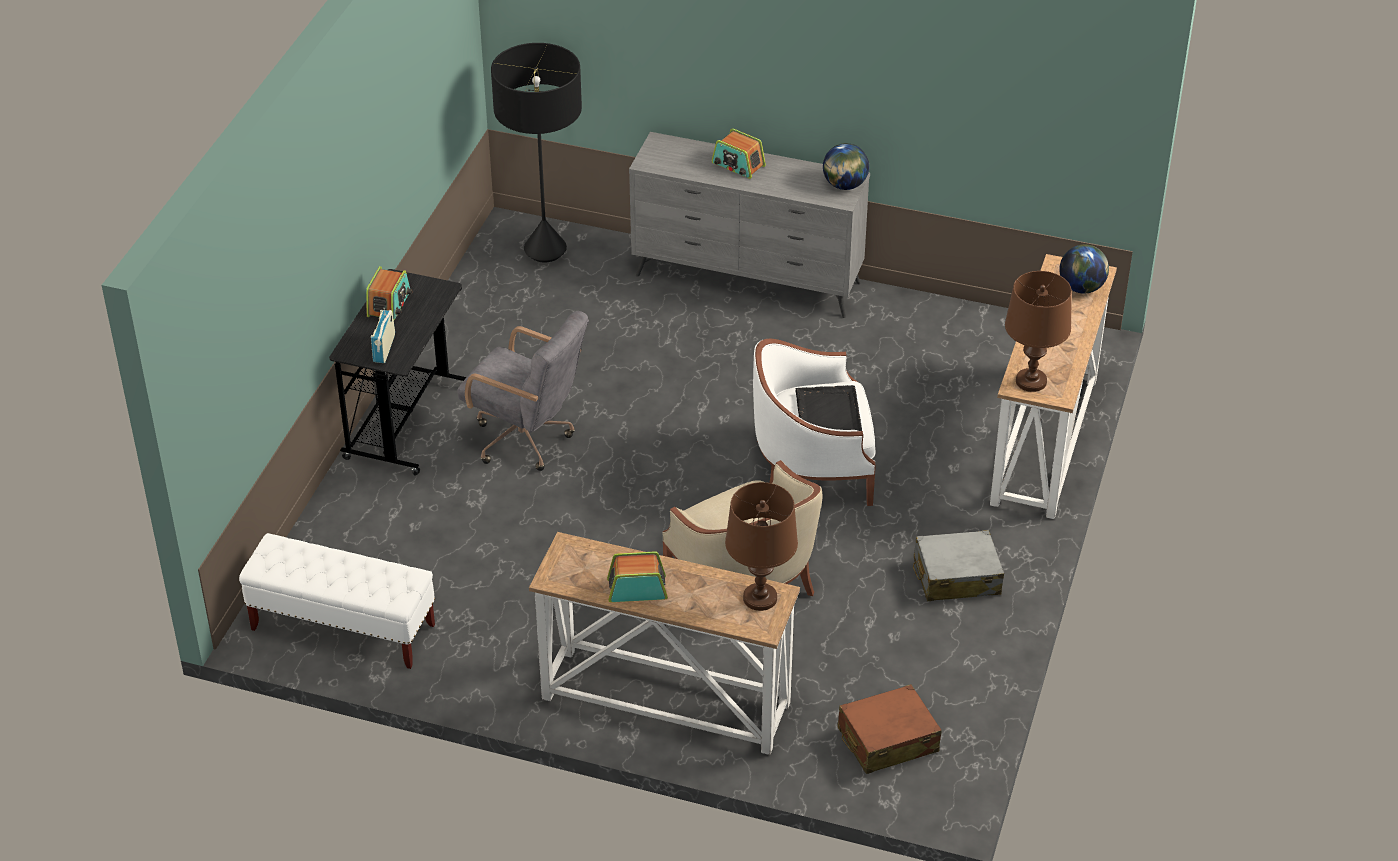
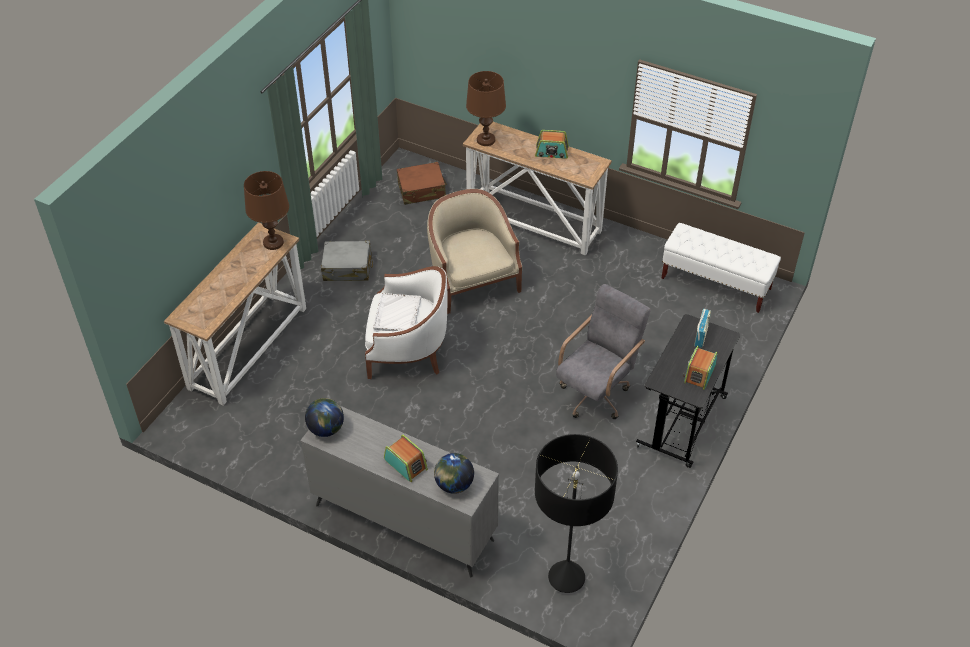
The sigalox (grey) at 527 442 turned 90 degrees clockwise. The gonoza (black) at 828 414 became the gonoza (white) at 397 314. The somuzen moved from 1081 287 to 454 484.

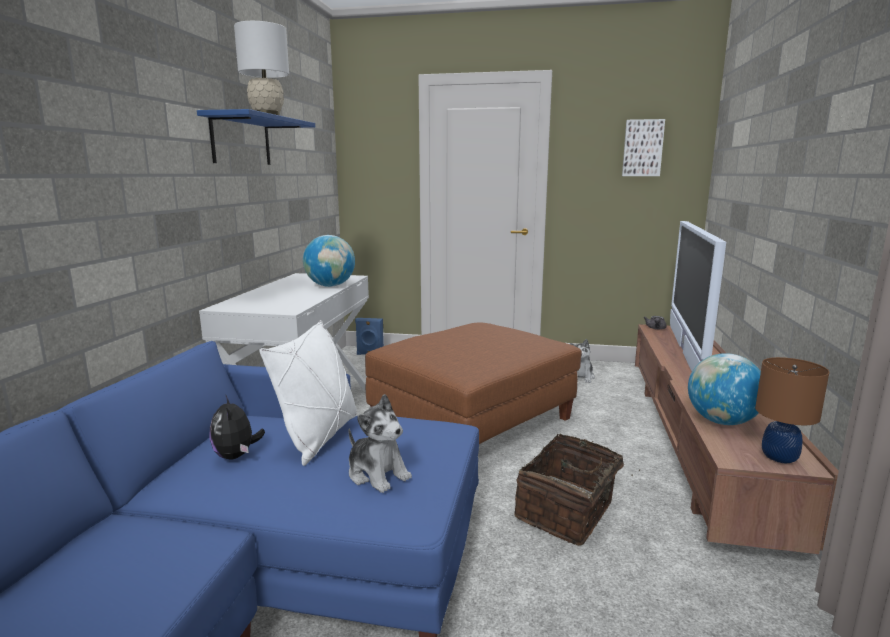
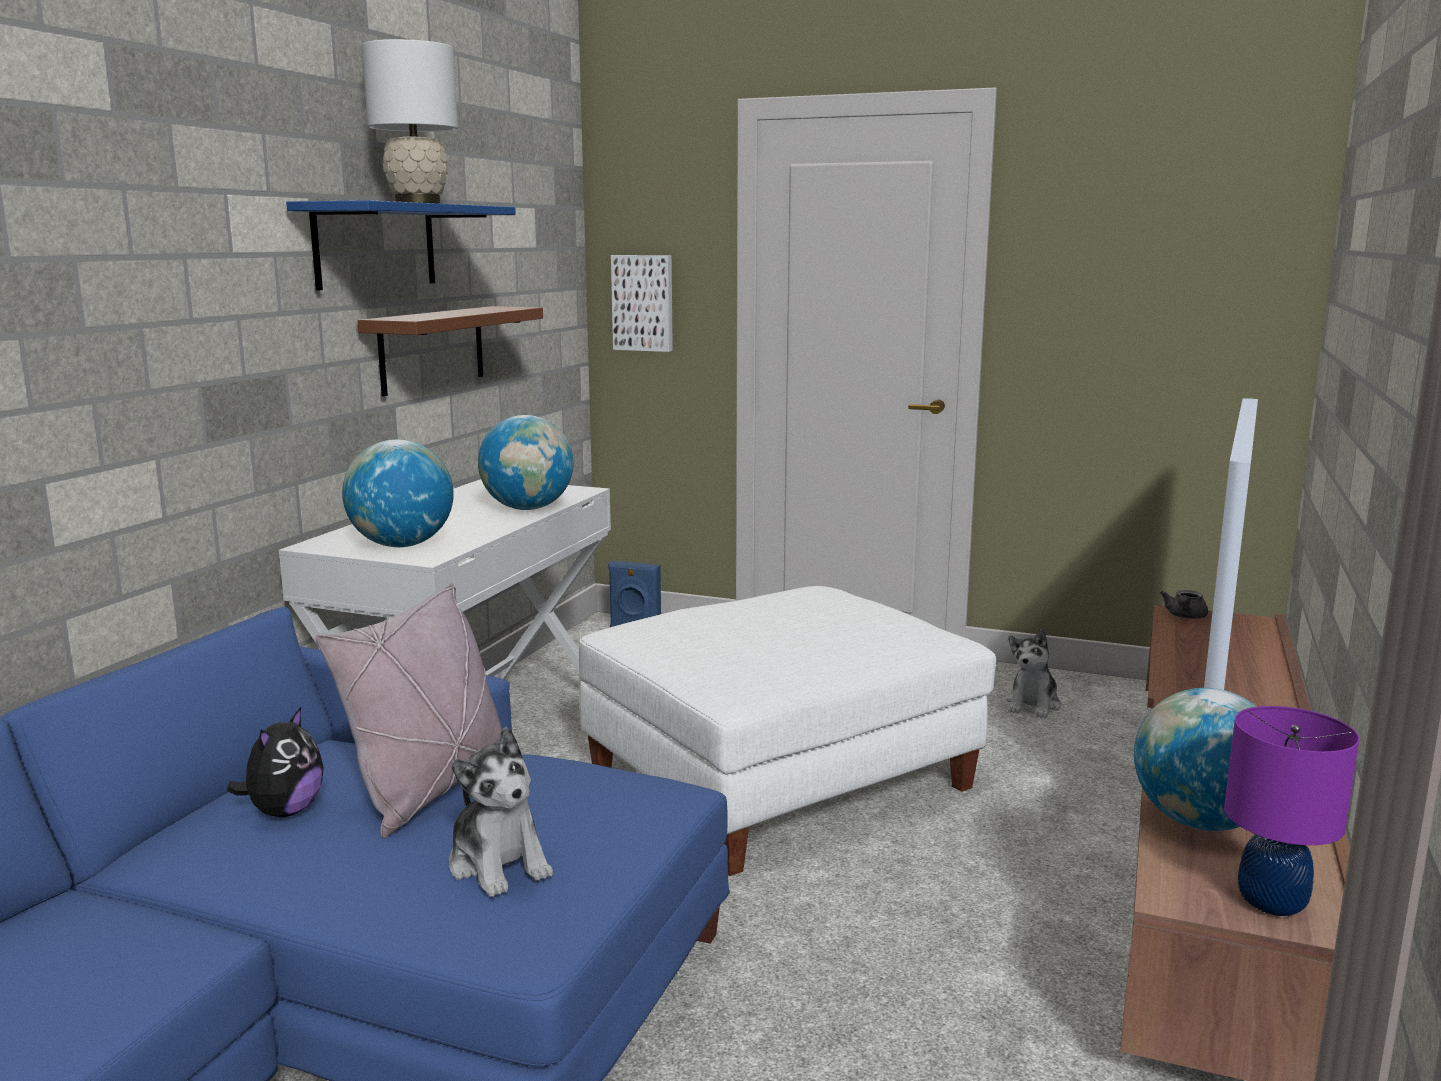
The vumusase at 236 456 turned 150 degrees counterclockwise. The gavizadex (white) at 319 437 became the gavizadex (purple) at 431 789. The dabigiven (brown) at 473 420 became the dabigiven (white) at 781 777. The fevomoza at 568 512 disappeared. The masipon moved from 642 148 to 643 303. The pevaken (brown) at 781 459 became the pevaken (purple) at 1275 906. The somuzen at 402 545 appeared. The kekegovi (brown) at 432 349 appeared.

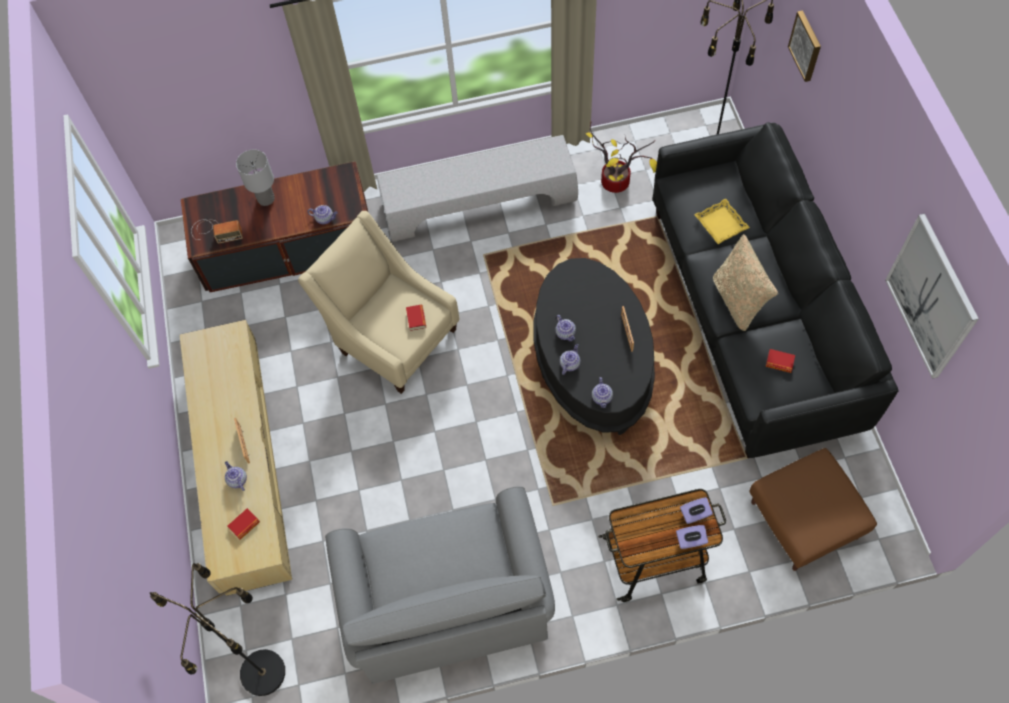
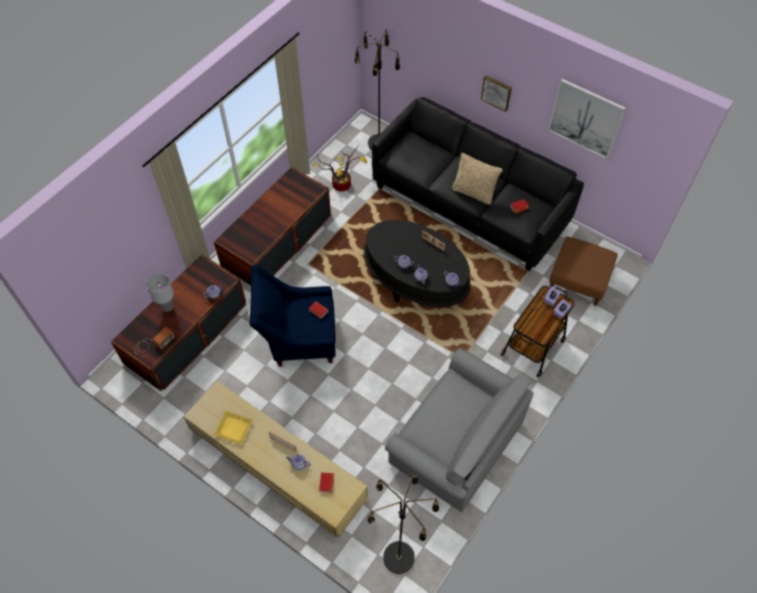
The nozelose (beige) at 392 336 became the nozelose (blue) at 298 338. The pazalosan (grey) at 478 201 was replaced by the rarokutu at 278 239. The gonoza (yellow) moved from 720 224 to 233 429. The masipon moved from 806 45 to 496 92.

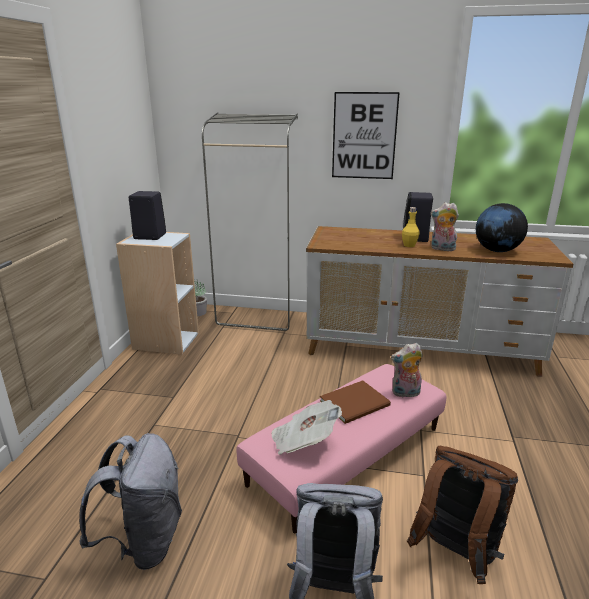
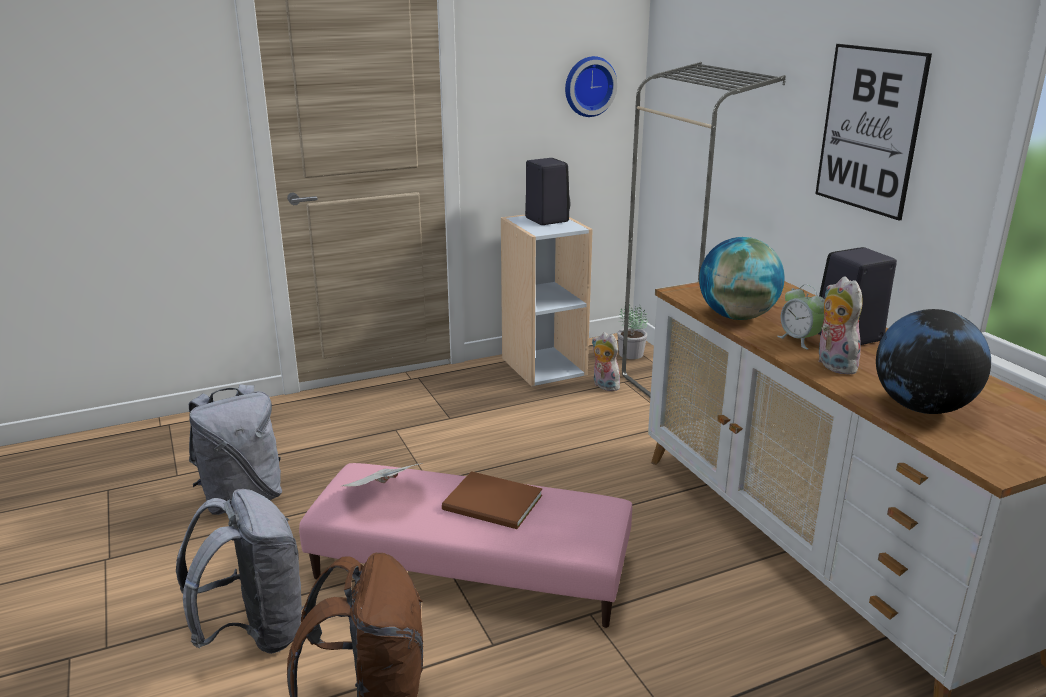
The vumusase moved from 405 393 to 604 386. The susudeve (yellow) at 409 245 was replaced by the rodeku at 799 340. The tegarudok at 588 86 appeared. The somuzen at 737 316 appeared.

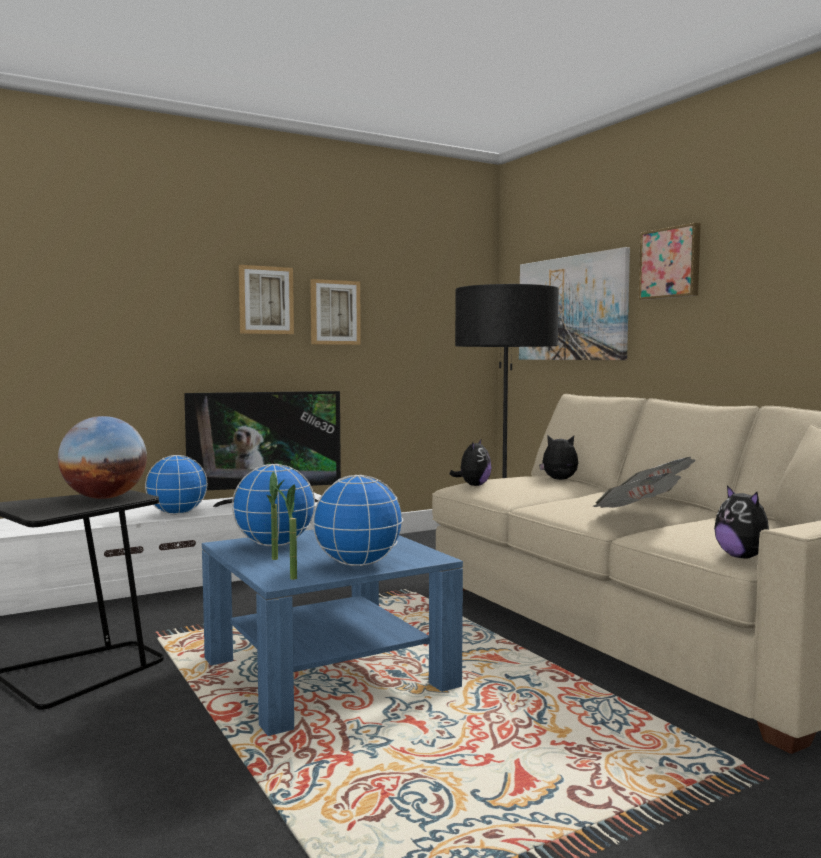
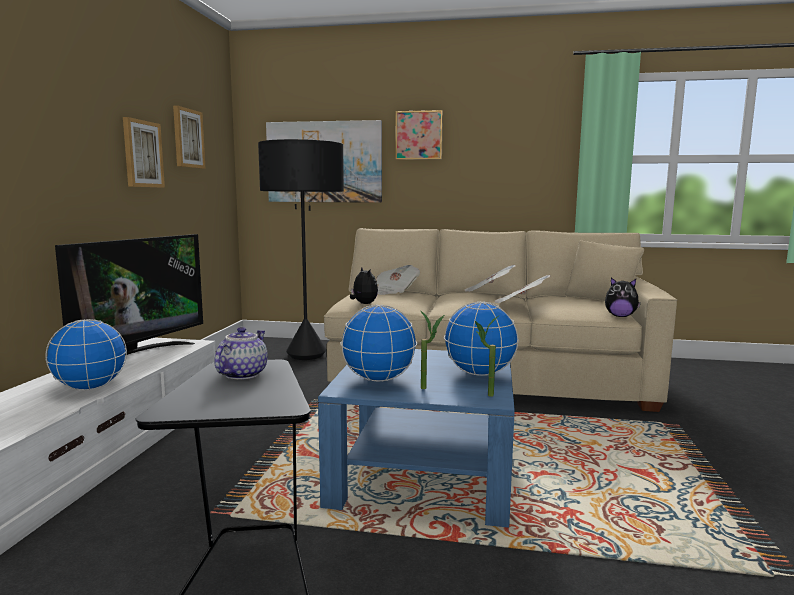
The somuzen at 104 498 was replaced by the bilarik at 242 374. The masipon moved from 265 300 to 188 138. The vumusase at 559 480 was replaced by the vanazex at 395 291.

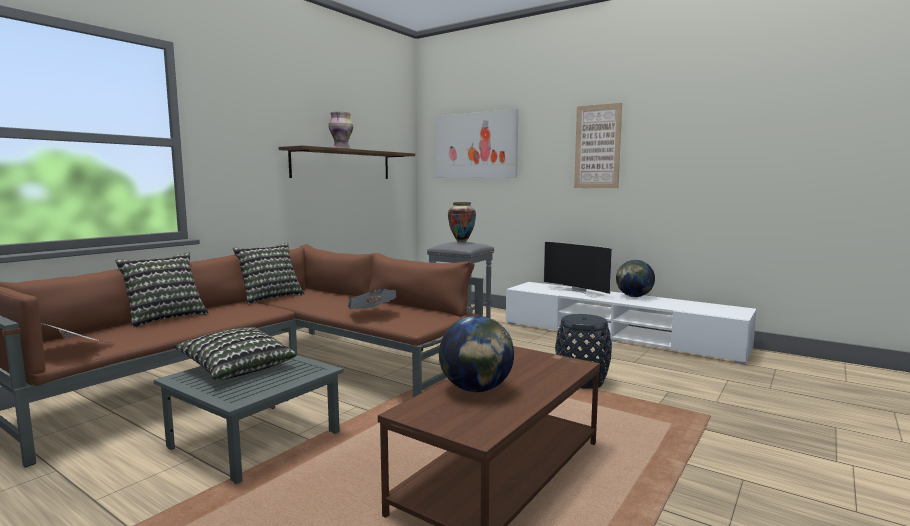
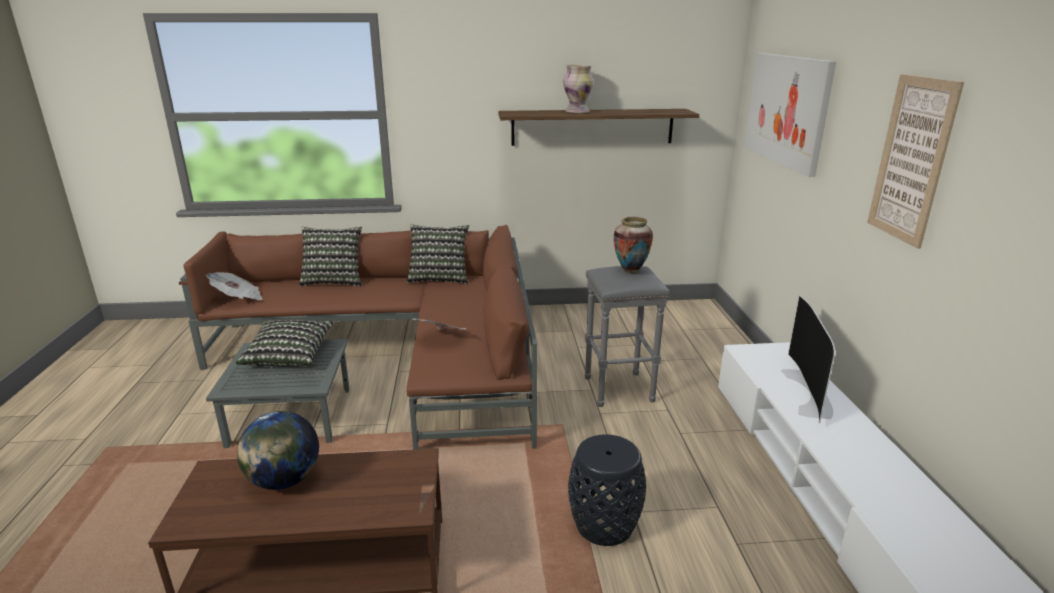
The somuzen at 634 296 disappeared.

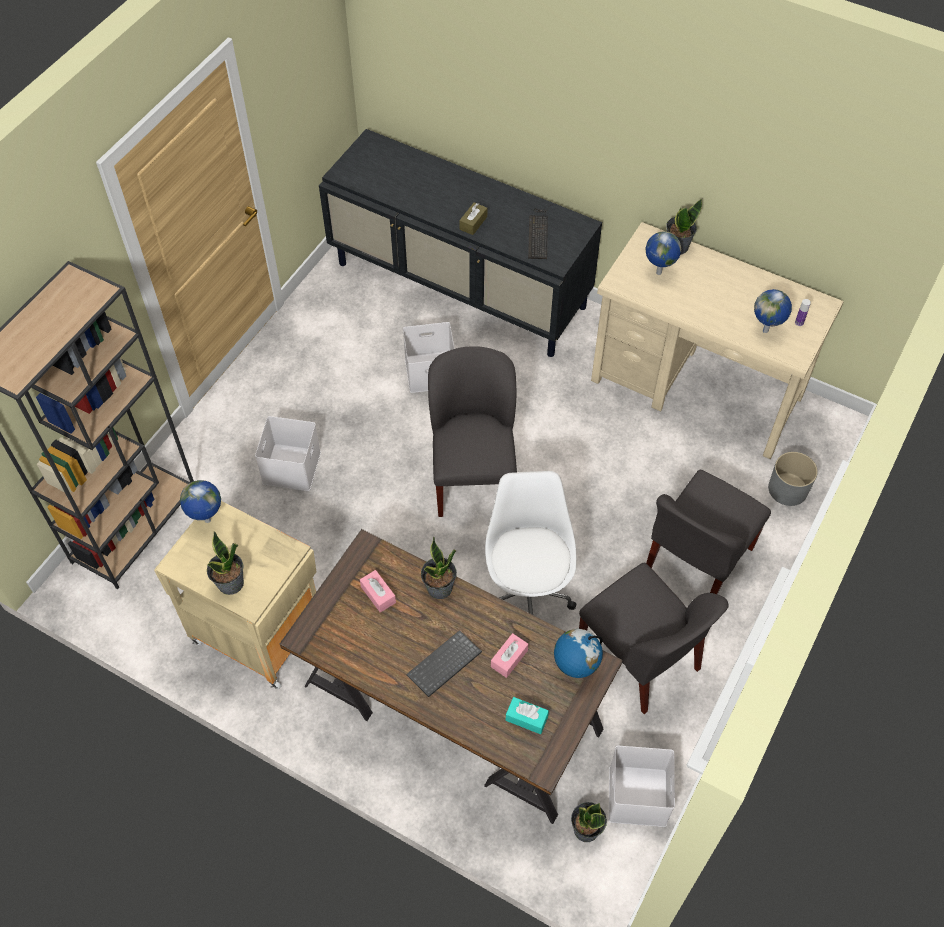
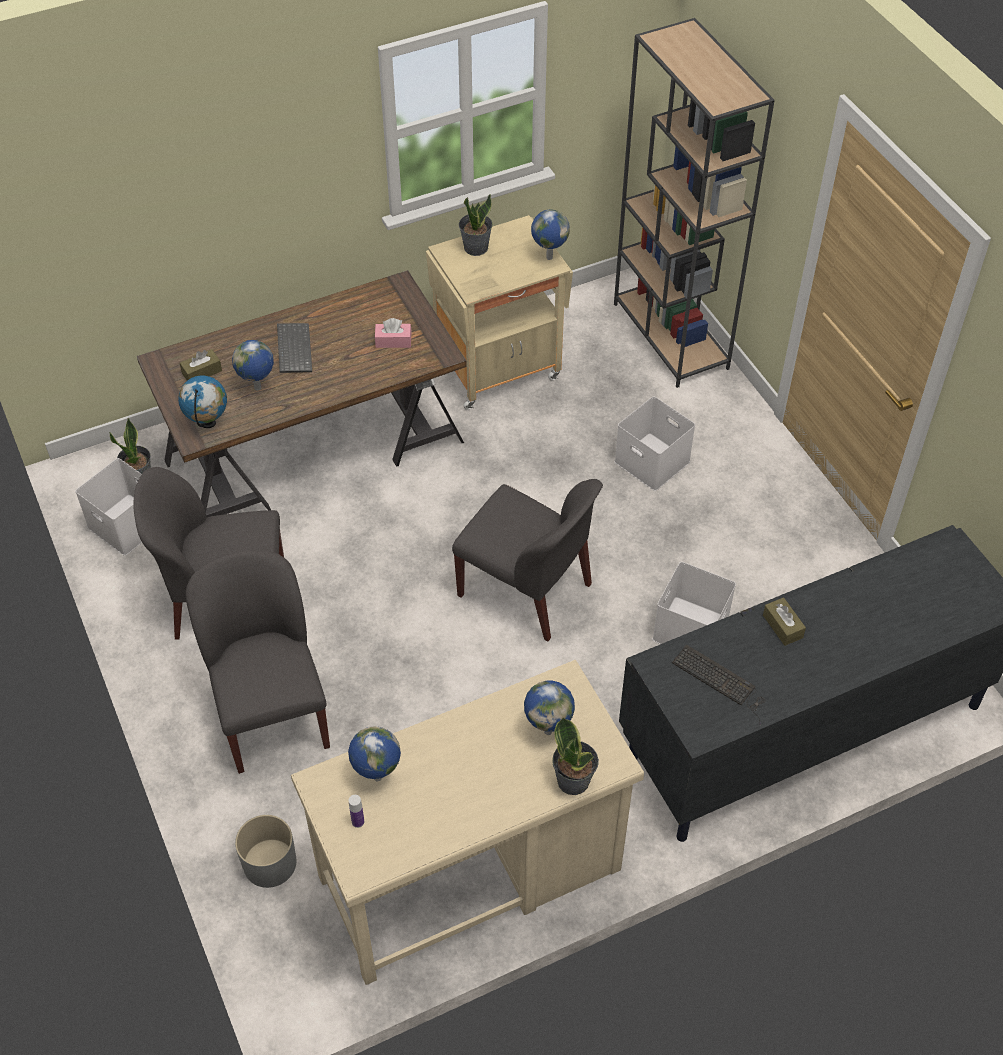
The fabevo at 439 588 disappeared. The sigalox (white) at 527 596 disappeared. The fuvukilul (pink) at 509 658 was replaced by the somuzen at 258 388. The fuvukilul (turquoise) at 526 718 became the fuvukilul (brown) at 202 372.

